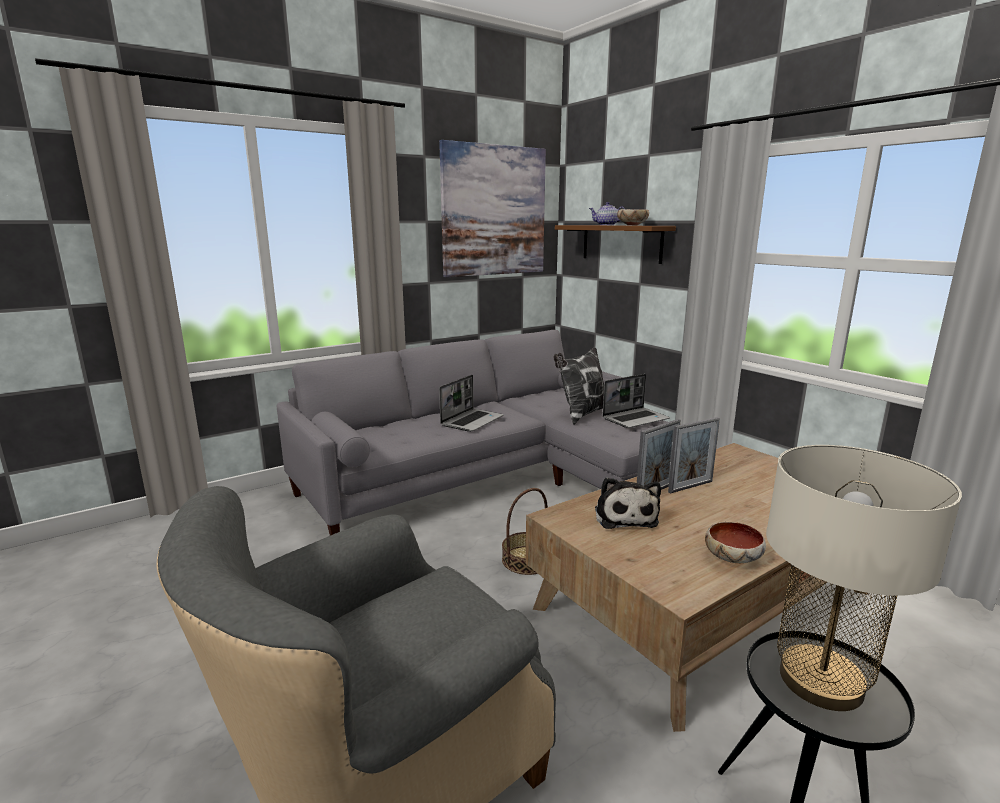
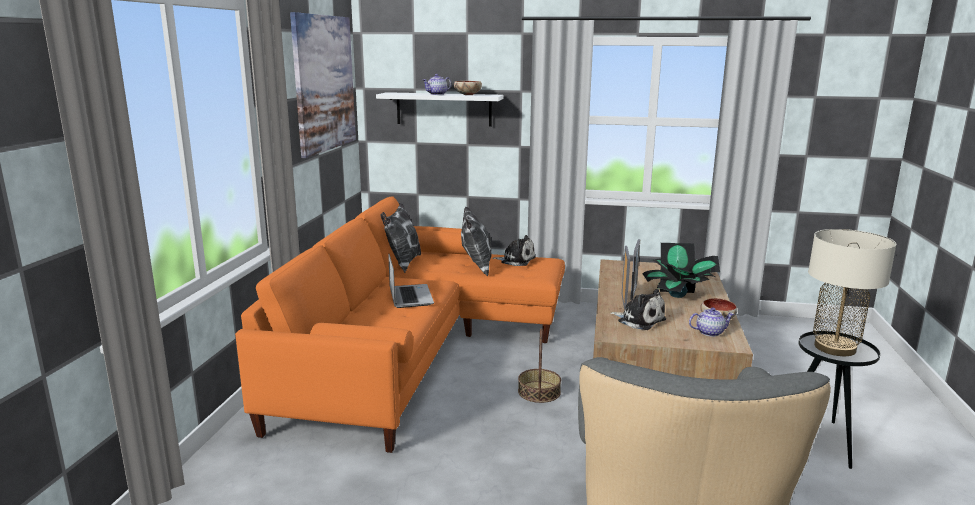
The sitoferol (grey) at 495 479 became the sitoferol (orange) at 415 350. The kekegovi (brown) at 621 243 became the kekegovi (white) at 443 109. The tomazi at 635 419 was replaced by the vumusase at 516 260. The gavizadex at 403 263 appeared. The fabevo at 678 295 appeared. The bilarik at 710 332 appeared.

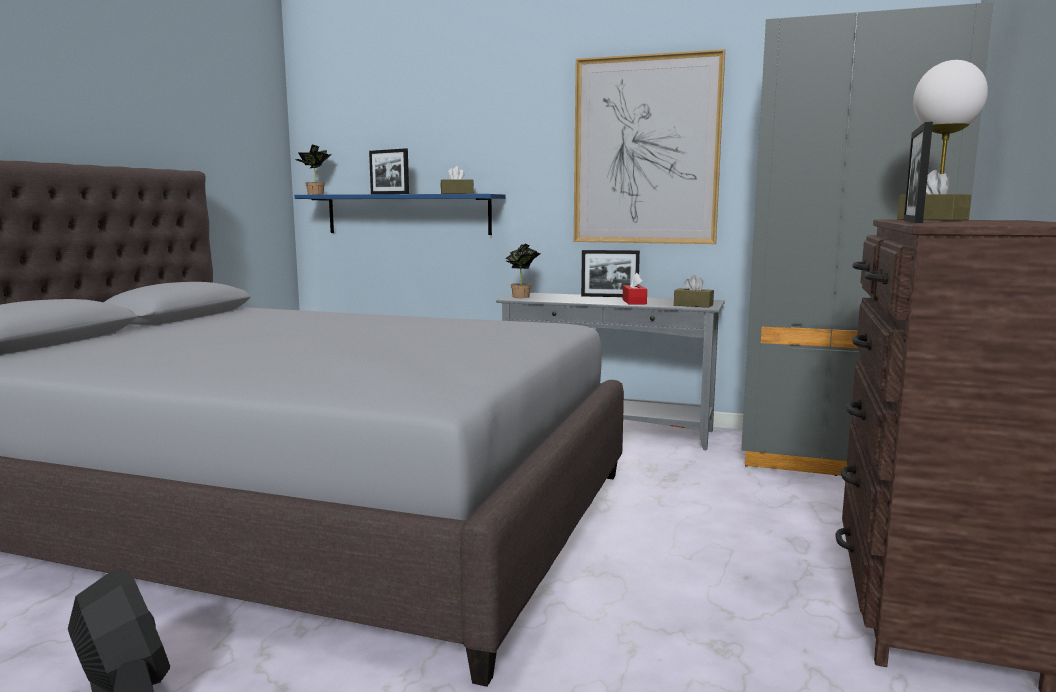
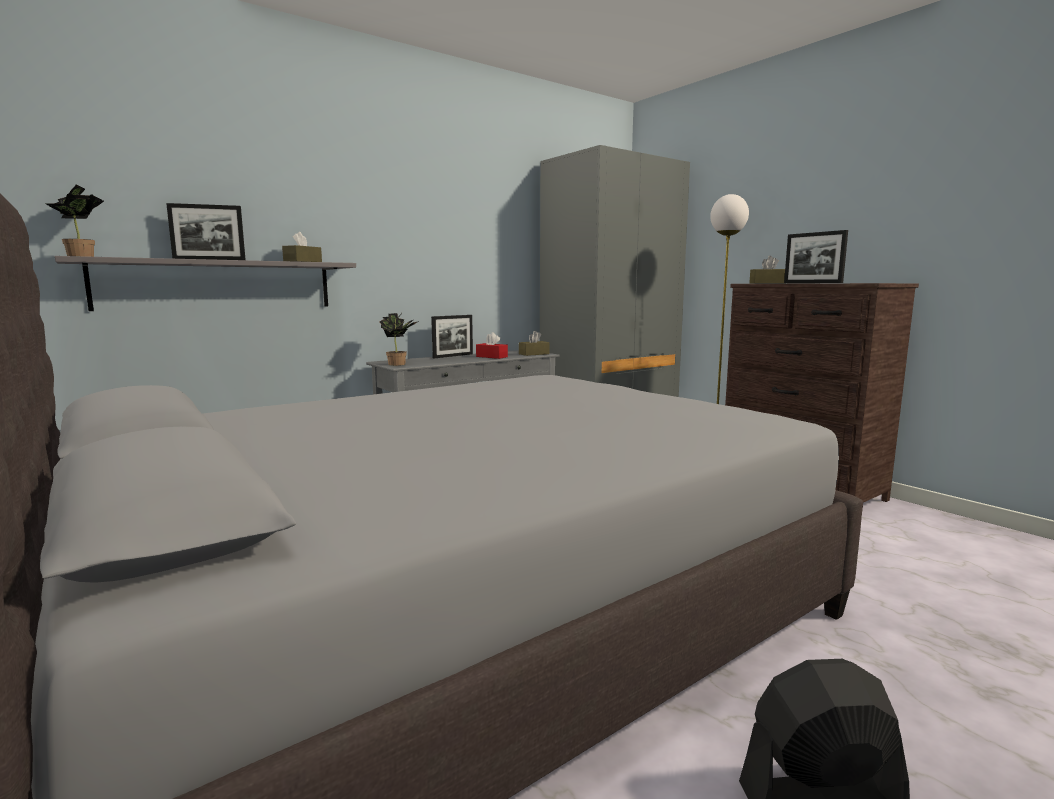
The kekegovi (blue) at 407 214 became the kekegovi (grey) at 218 285. The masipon at 646 151 disappeared.

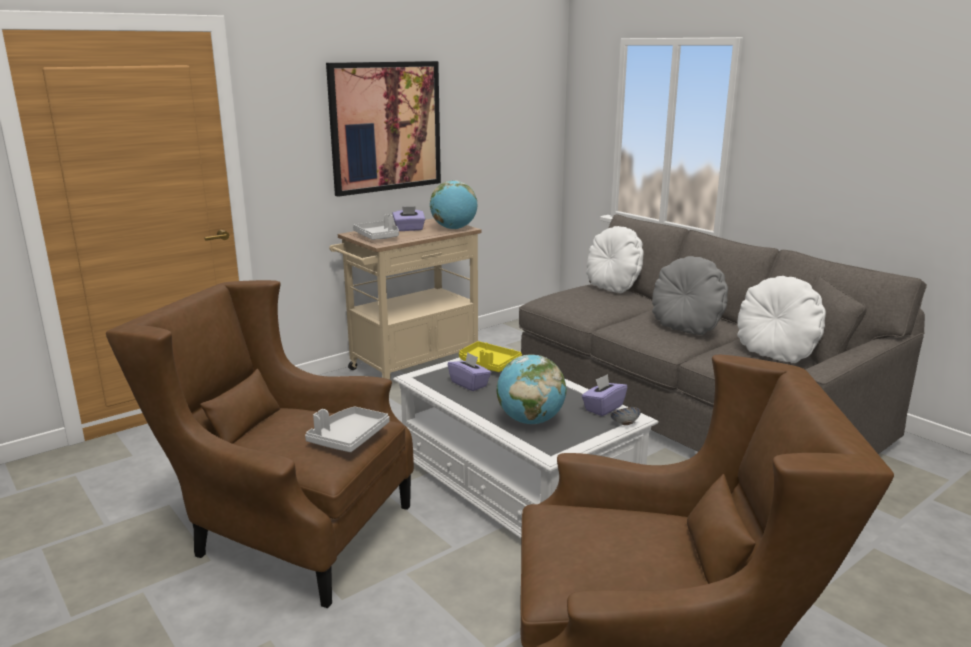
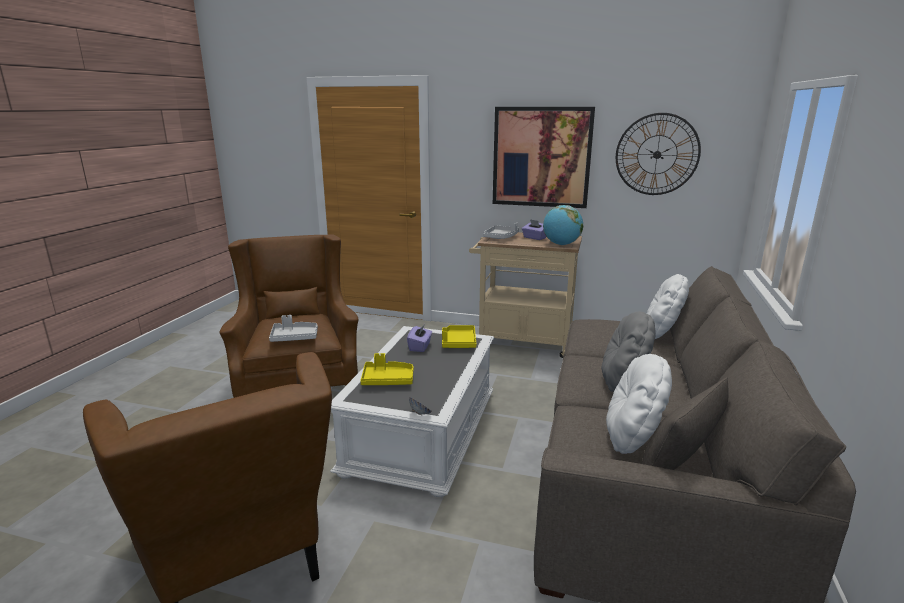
The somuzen at 530 421 was replaced by the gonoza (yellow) at 387 380. The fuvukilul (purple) at 603 408 disappeared. The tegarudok at 657 154 appeared.

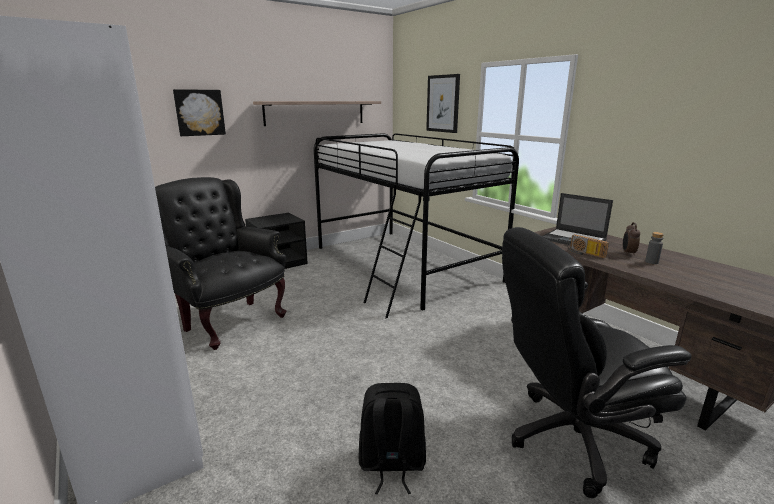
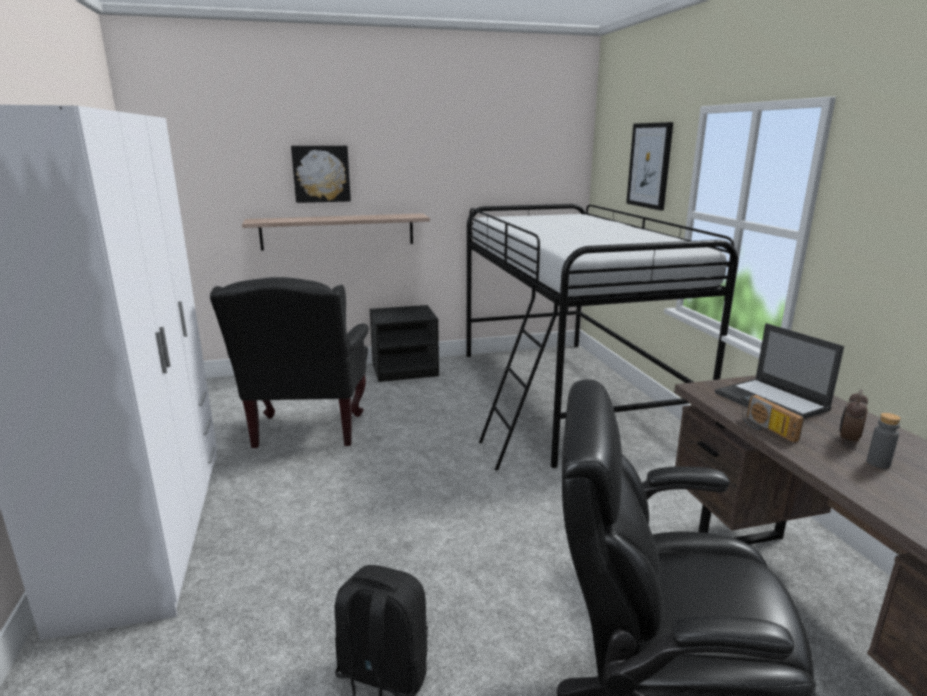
The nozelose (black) at 228 320 turned 150 degrees counterclockwise. The kekegovi moved from 315 112 to 338 231.

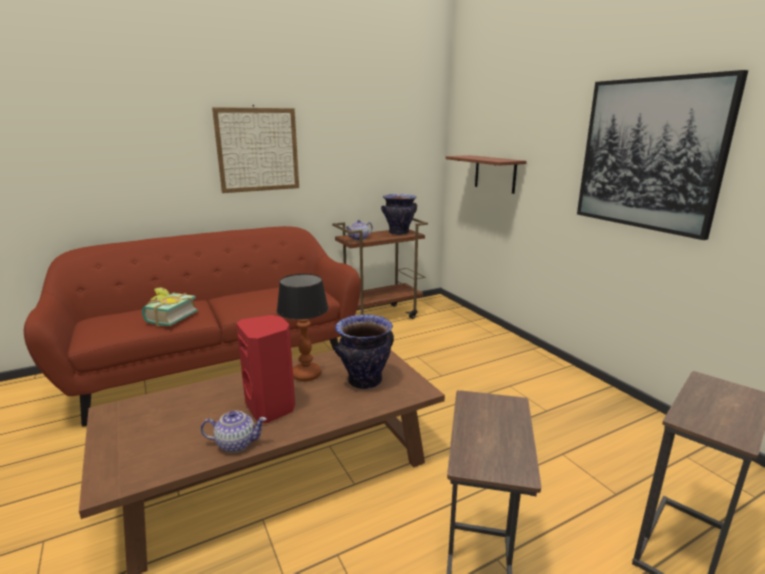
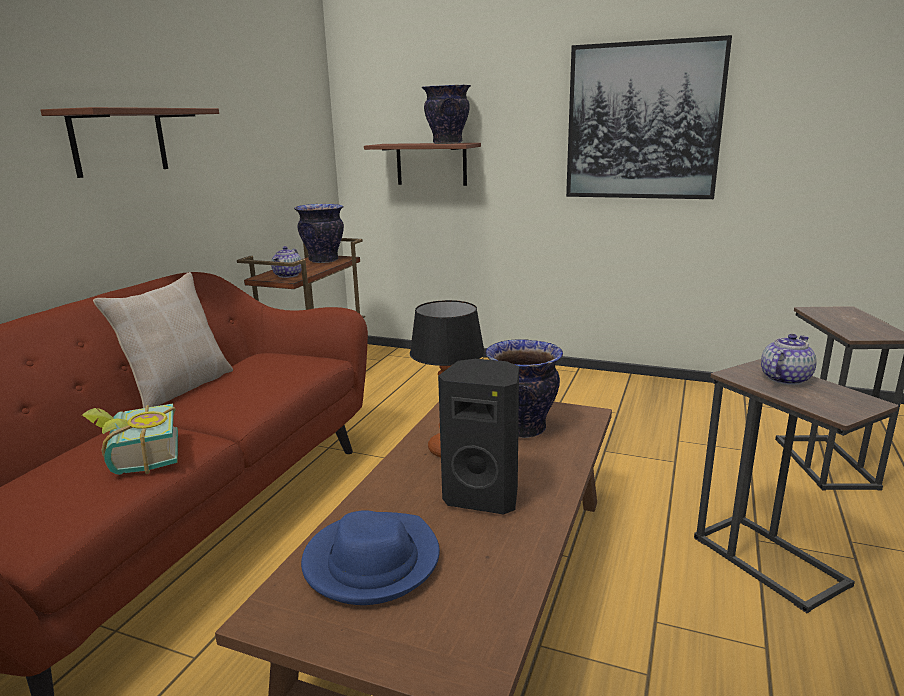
The bilarik moved from 236 443 to 784 379. The masipon at 257 148 was replaced by the kekegovi (brown) at 119 141. The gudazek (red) at 271 408 became the gudazek (black) at 483 496. The gavizadex (beige) at 179 388 appeared. The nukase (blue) at 371 562 appeared. The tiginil at 447 143 appeared.

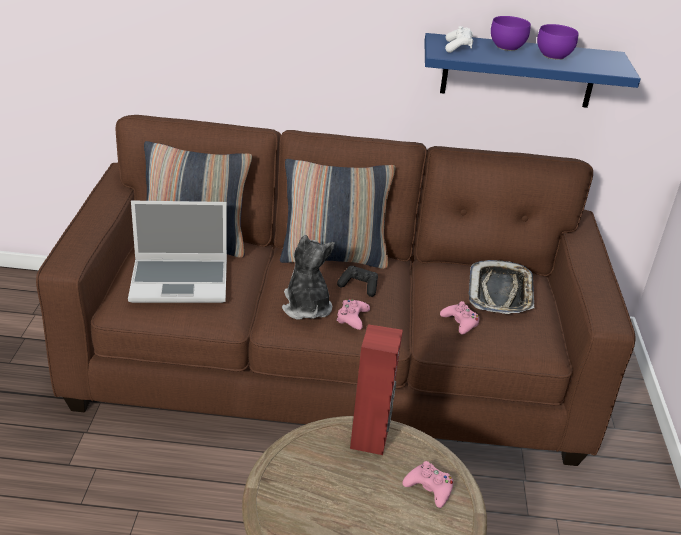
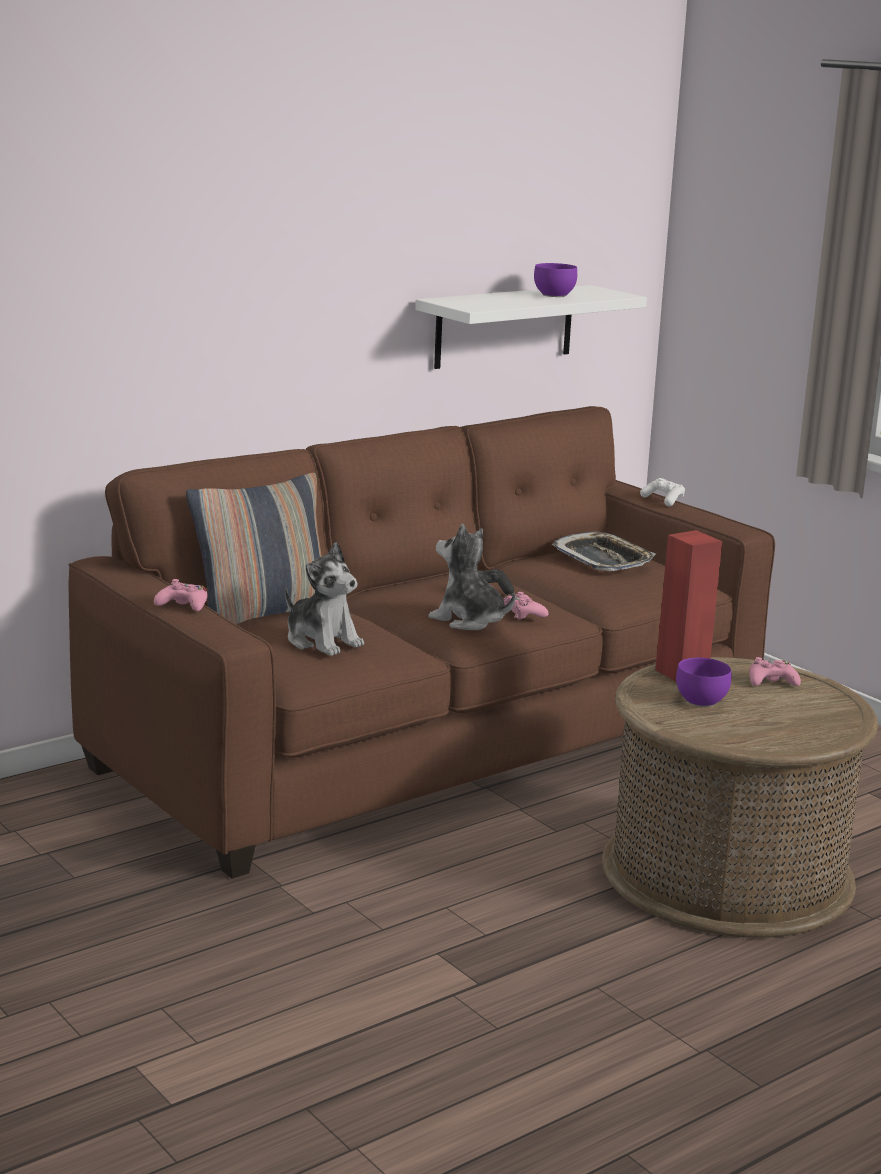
The tomazi at 181 282 was replaced by the vumusase at 322 641. The gavizadex at 333 257 disappeared. The kekegovi (blue) at 518 71 became the kekegovi (white) at 504 326. The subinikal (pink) moved from 460 322 to 183 605. The subinikal (white) moved from 458 47 to 663 500. The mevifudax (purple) moved from 508 48 to 703 701.

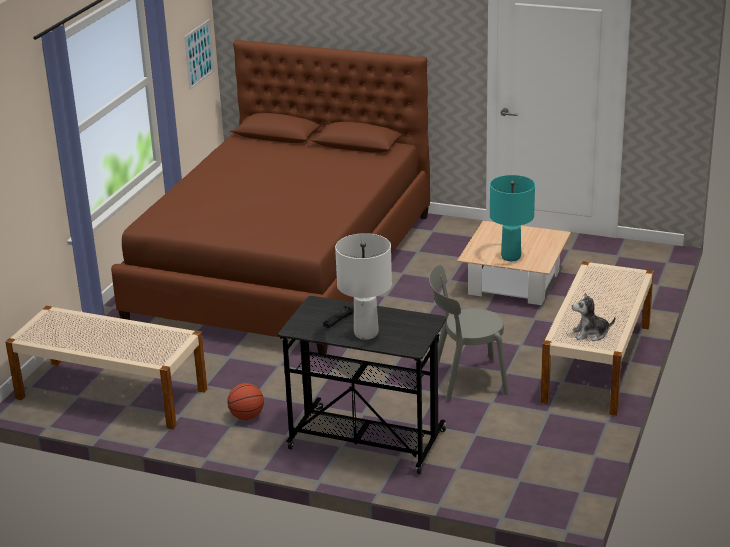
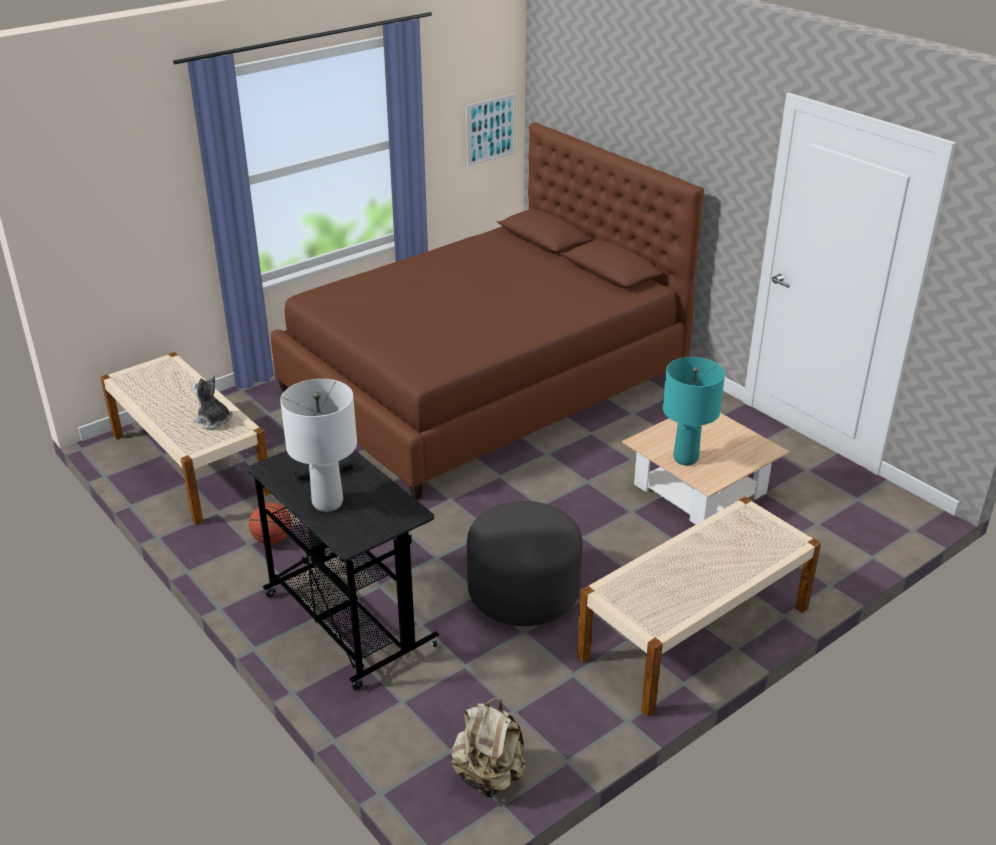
The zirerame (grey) at 465 381 was replaced by the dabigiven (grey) at 523 592. The vumusase moved from 590 334 to 213 421. The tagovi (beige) at 489 776 appeared.

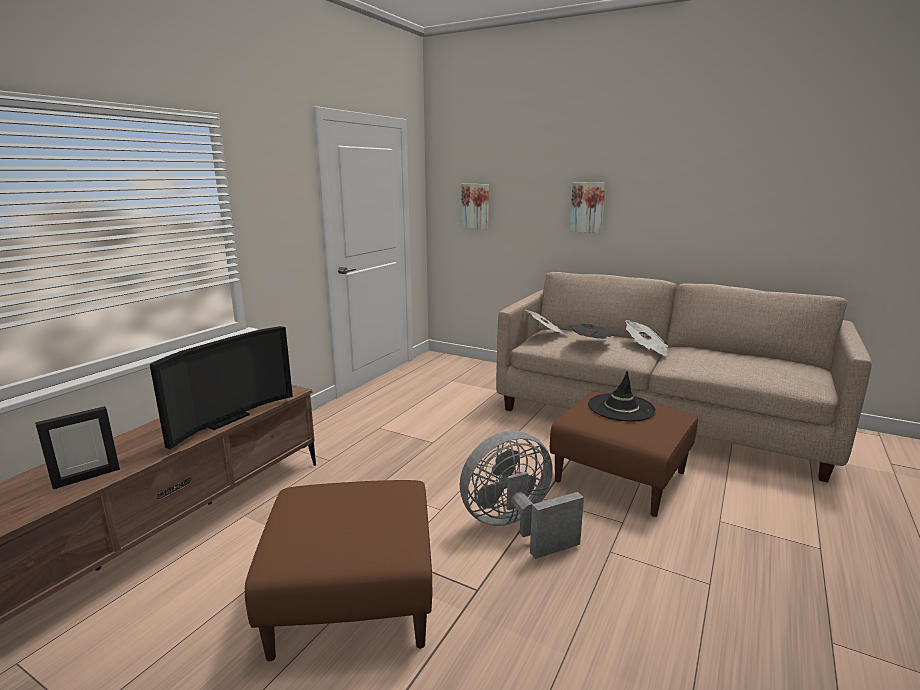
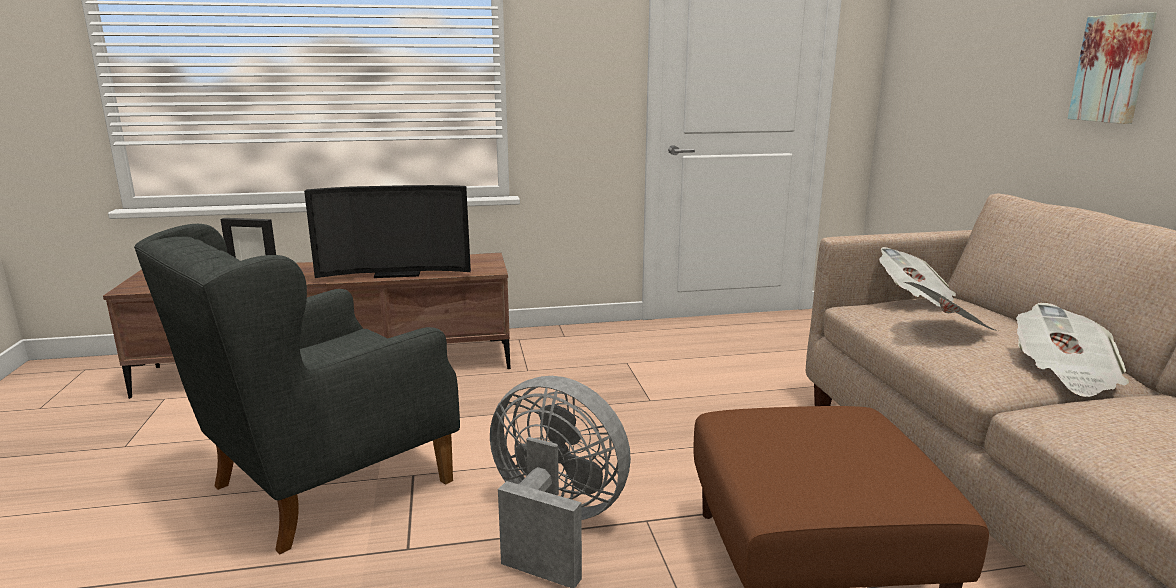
The dabigiven (brown) at 351 600 was replaced by the nozelose (grey) at 326 483. The masipon at 475 206 disappeared. The nukase (black) at 621 407 disappeared.

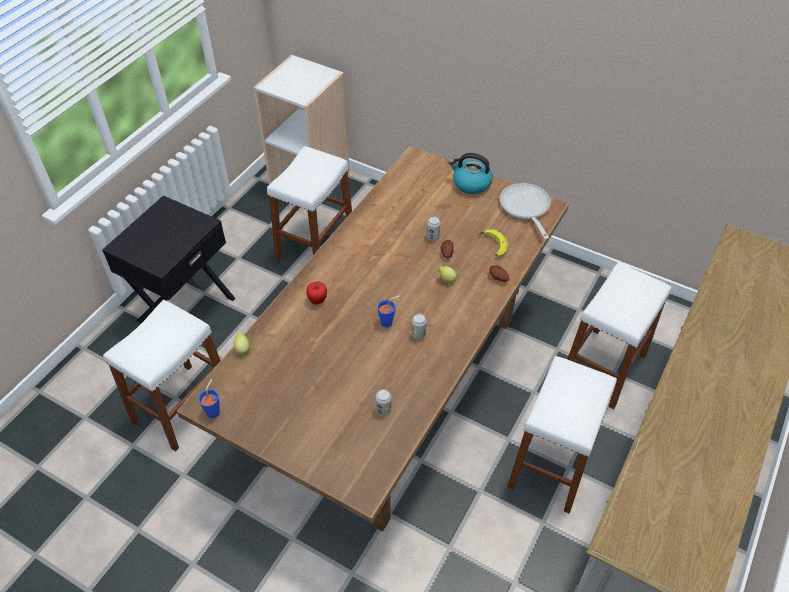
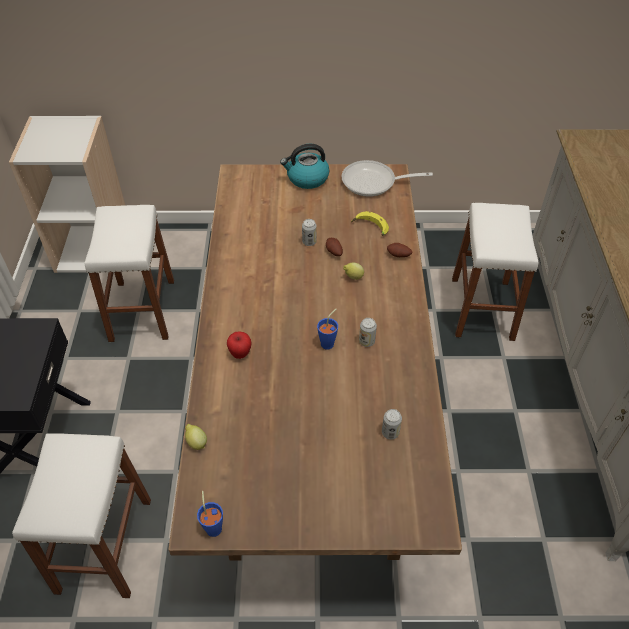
The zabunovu at 525 208 turned 45 degrees counterclockwise. The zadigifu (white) at 552 464 disappeared.

